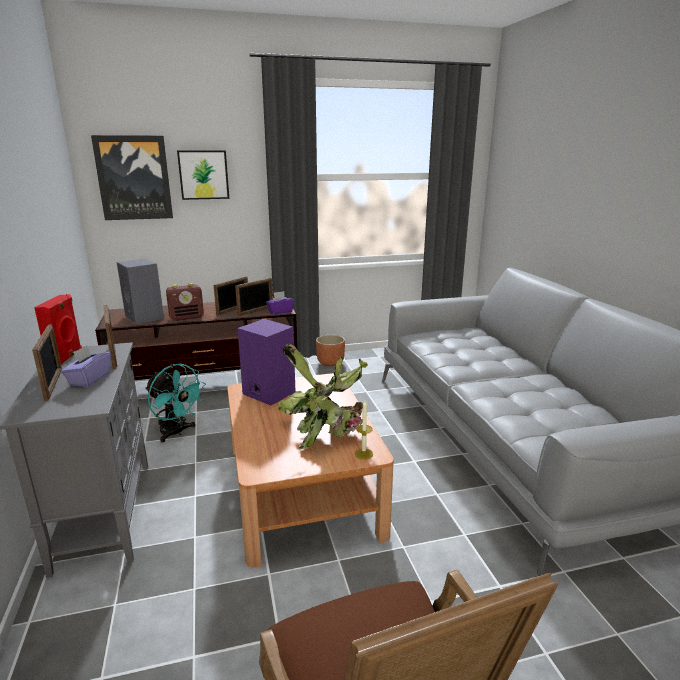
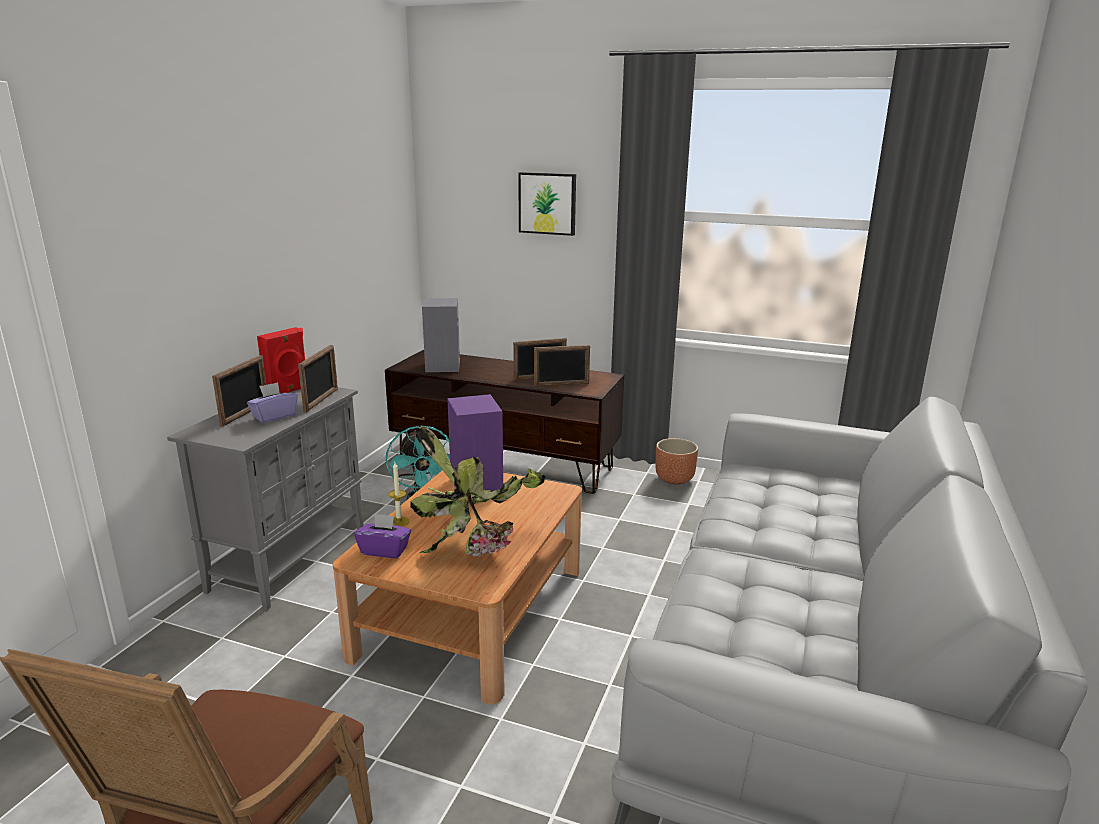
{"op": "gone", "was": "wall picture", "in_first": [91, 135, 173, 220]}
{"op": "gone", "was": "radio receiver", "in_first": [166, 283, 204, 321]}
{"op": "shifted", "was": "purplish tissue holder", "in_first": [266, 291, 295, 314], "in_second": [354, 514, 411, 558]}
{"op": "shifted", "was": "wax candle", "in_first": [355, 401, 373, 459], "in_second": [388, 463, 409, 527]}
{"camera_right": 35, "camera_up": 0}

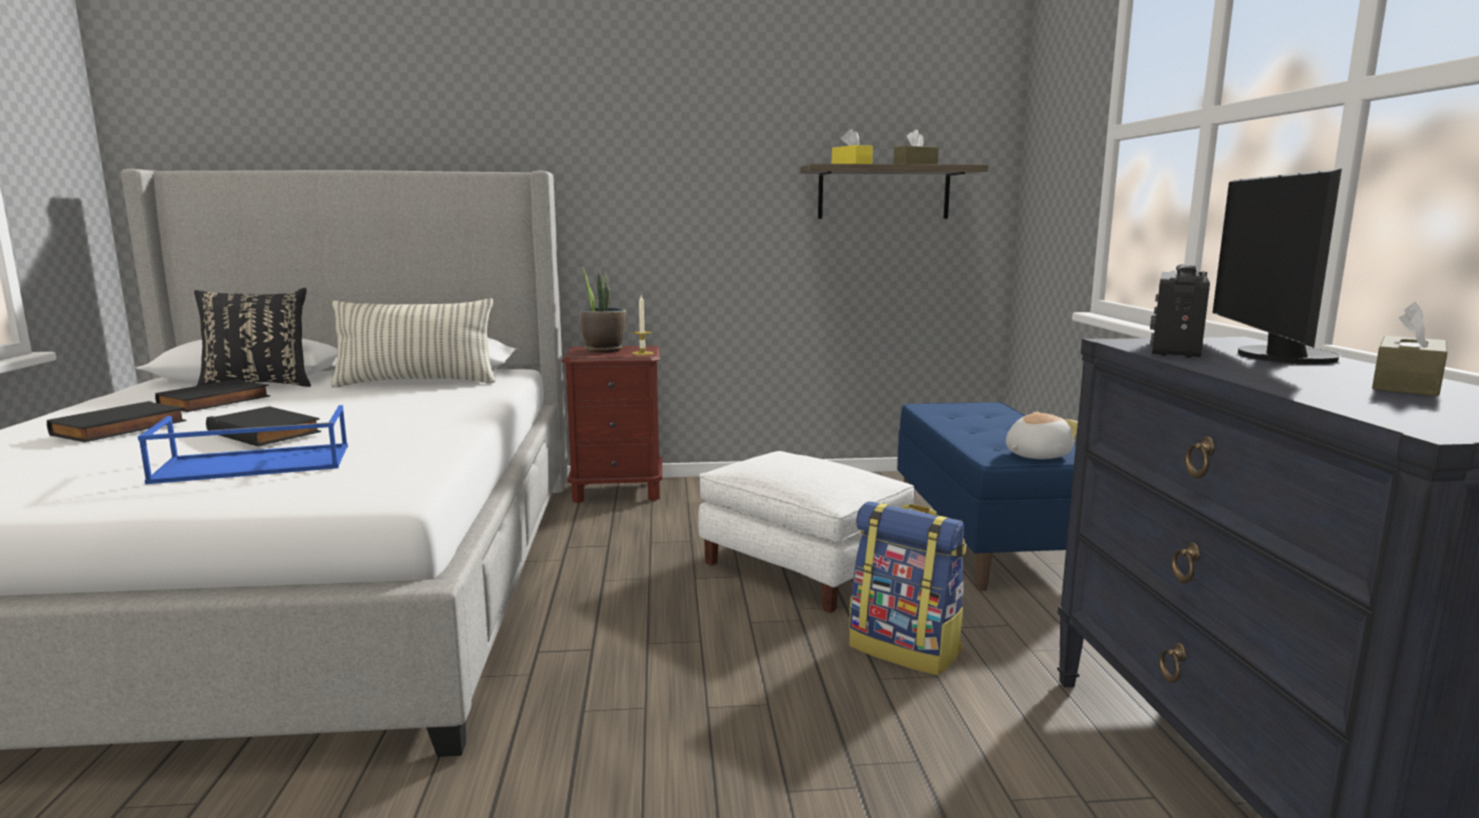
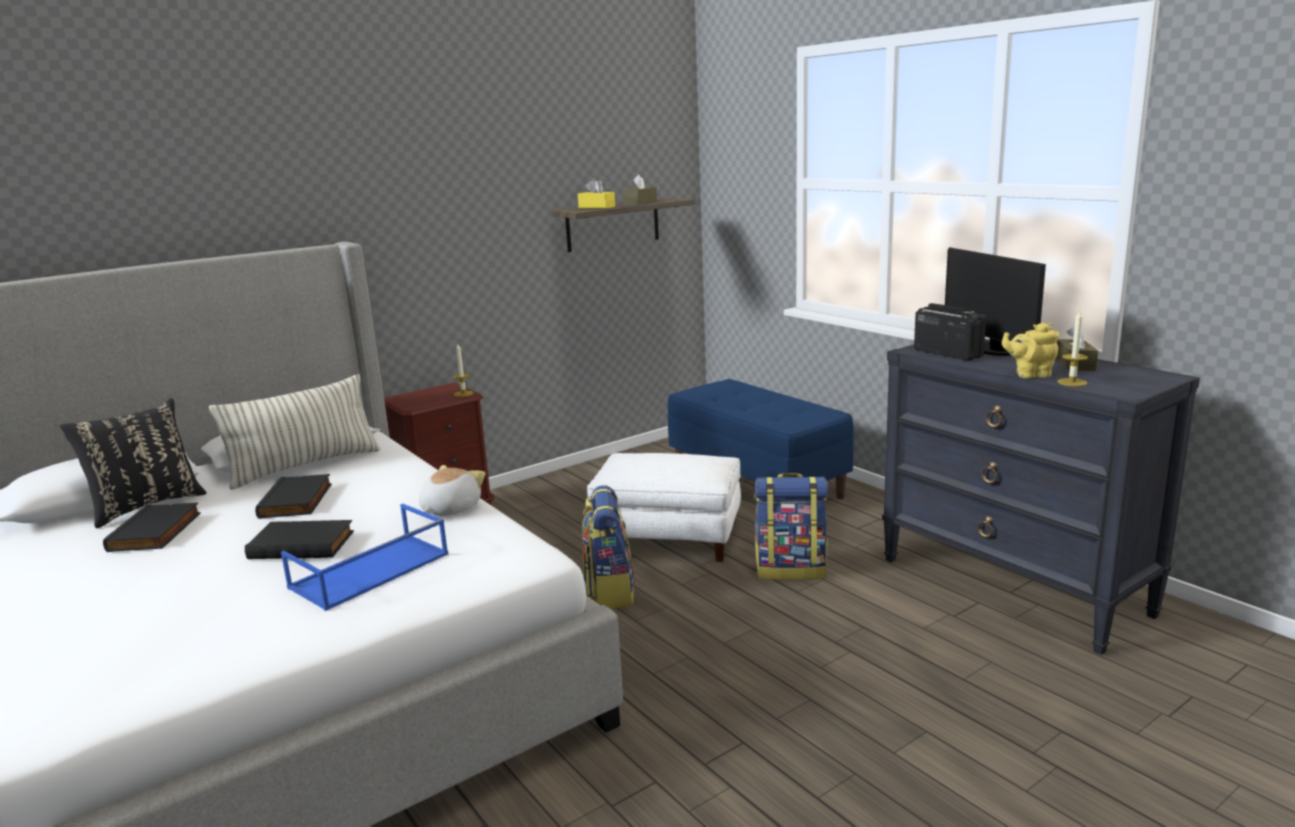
{"op": "shifted", "was": "black-coloured volume", "in_first": [47, 401, 187, 442], "in_second": [255, 474, 332, 519]}
{"op": "gone", "was": "plant in a pot", "in_first": [579, 265, 626, 353]}
{"op": "shifted", "was": "soft toy", "in_first": [1006, 412, 1078, 459], "in_second": [419, 465, 486, 516]}
{"op": "rotated", "was": "radio receiver", "in_first": [1150, 264, 1210, 358], "in_second": [914, 303, 986, 361], "clockwise": 150}
{"op": "new", "now": "rucksack", "in_second": [582, 485, 635, 609]}
{"op": "new", "now": "yellowish teapot", "in_second": [1002, 323, 1059, 378]}
{"op": "new", "now": "wax candle", "in_second": [1057, 310, 1088, 386]}
{"camera_right": -30, "camera_up": 5}

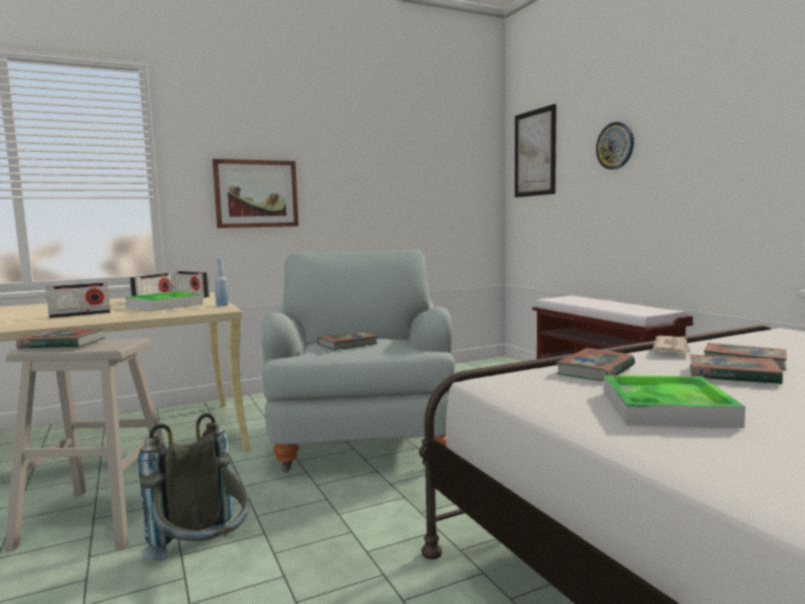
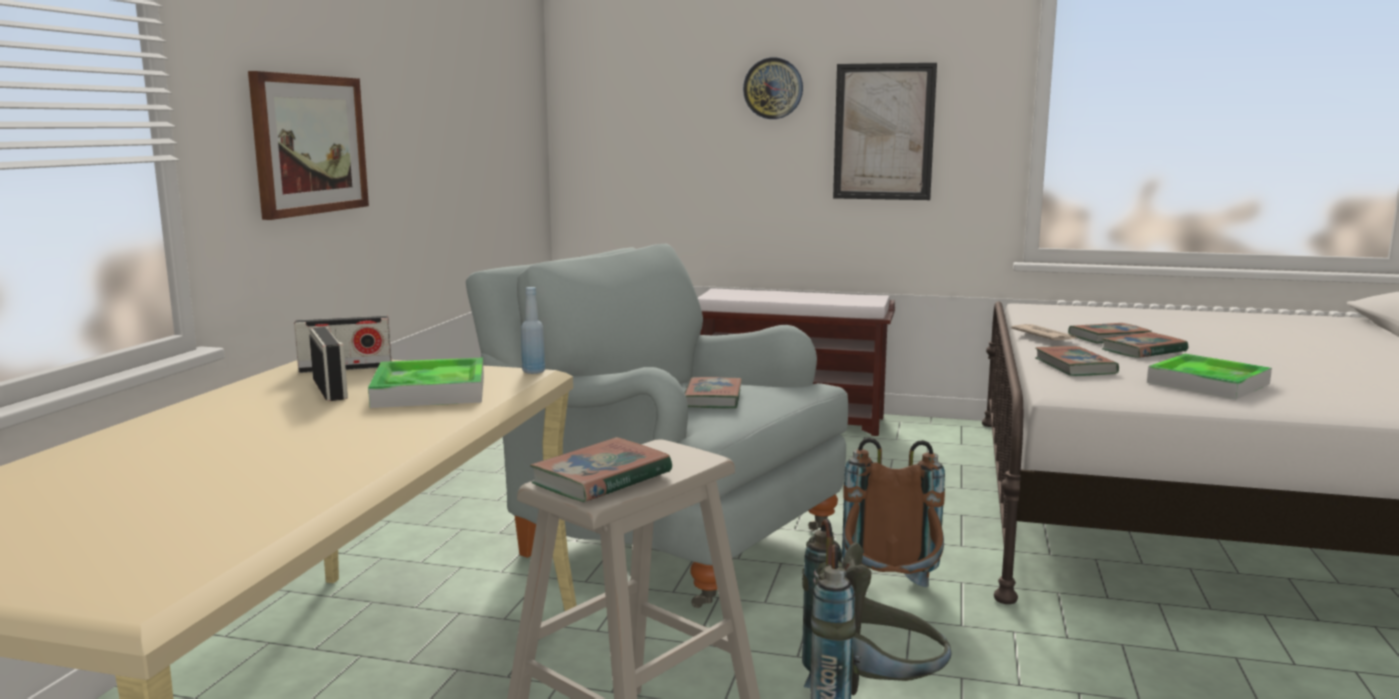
{"op": "gone", "was": "radio receiver", "in_first": [46, 282, 111, 318]}
{"op": "shifted", "was": "wall picture", "in_first": [515, 104, 556, 197], "in_second": [833, 63, 937, 200]}
{"op": "new", "now": "brown rucksack", "in_second": [842, 438, 945, 587]}
{"camera_right": -50, "camera_up": 5}

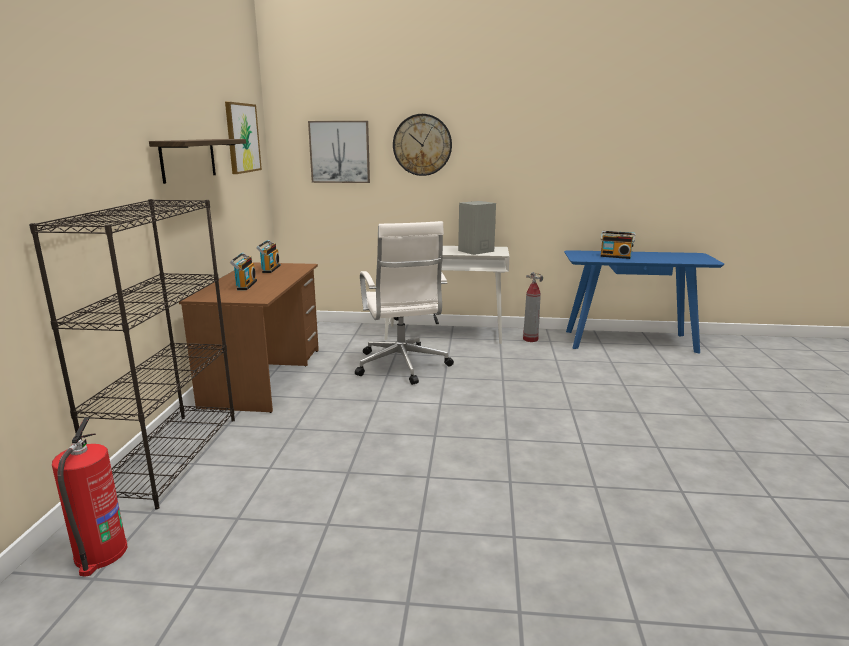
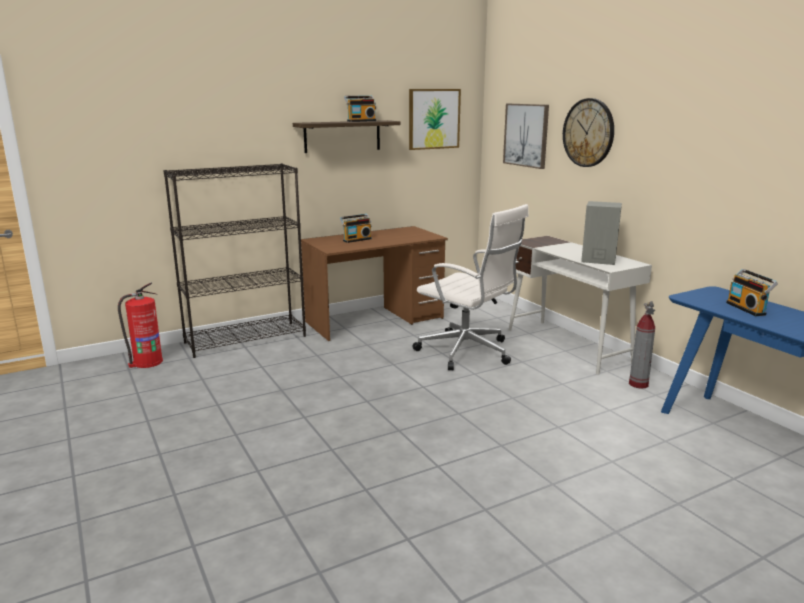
{"op": "shifted", "was": "radio receiver", "in_first": [256, 240, 281, 273], "in_second": [344, 96, 376, 122]}
{"op": "rotated", "was": "white-coloured office chair", "in_first": [355, 221, 454, 385], "in_second": [412, 204, 529, 370], "clockwise": -90}
{"camera_right": 55, "camera_up": 0}

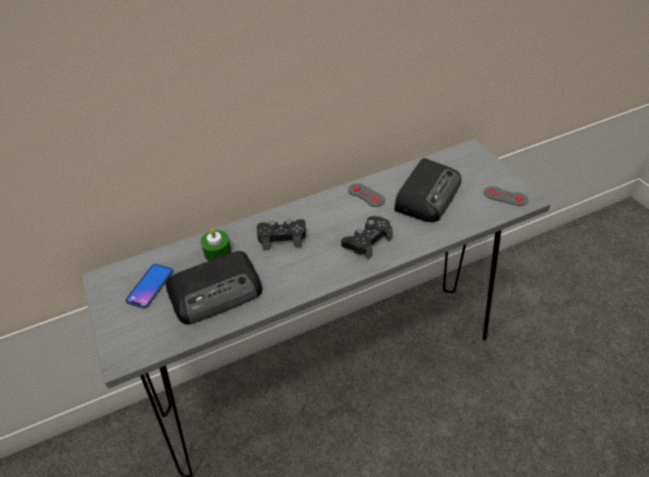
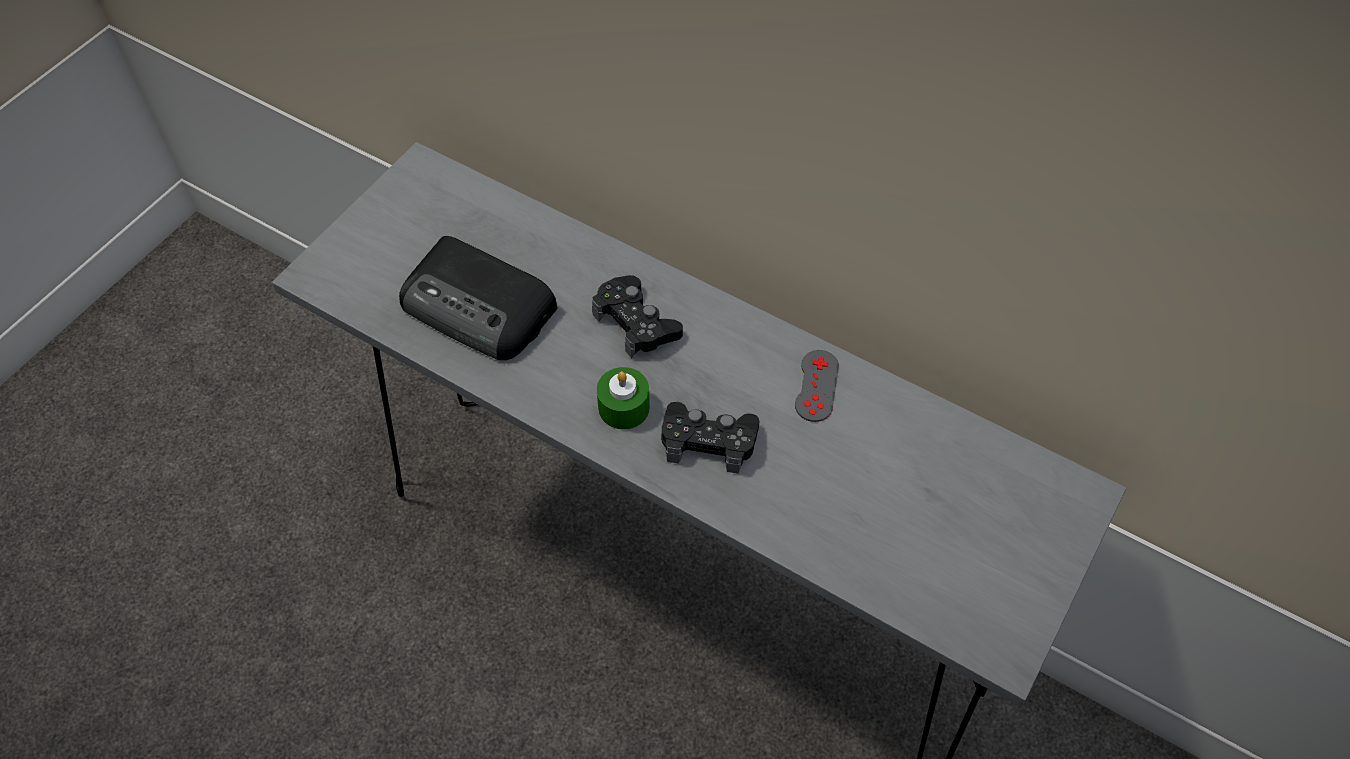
{"op": "gone", "was": "phone", "in_first": [125, 264, 173, 309]}
{"op": "shifted", "was": "green-coloured wax candle", "in_first": [201, 229, 232, 261], "in_second": [597, 367, 650, 429]}
{"op": "gone", "was": "radio receiver", "in_first": [394, 158, 461, 222]}
{"op": "gone", "was": "greyish gamepad", "in_first": [484, 186, 528, 206]}
{"camera_right": 55, "camera_up": 10}

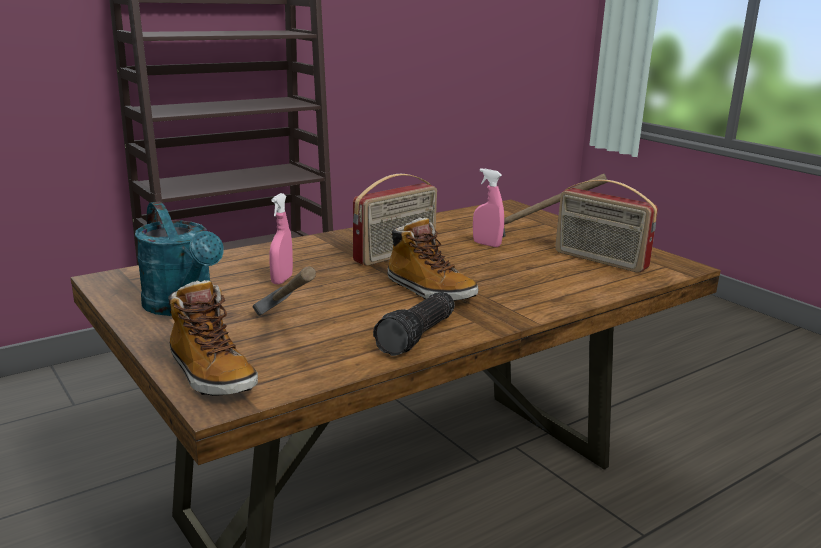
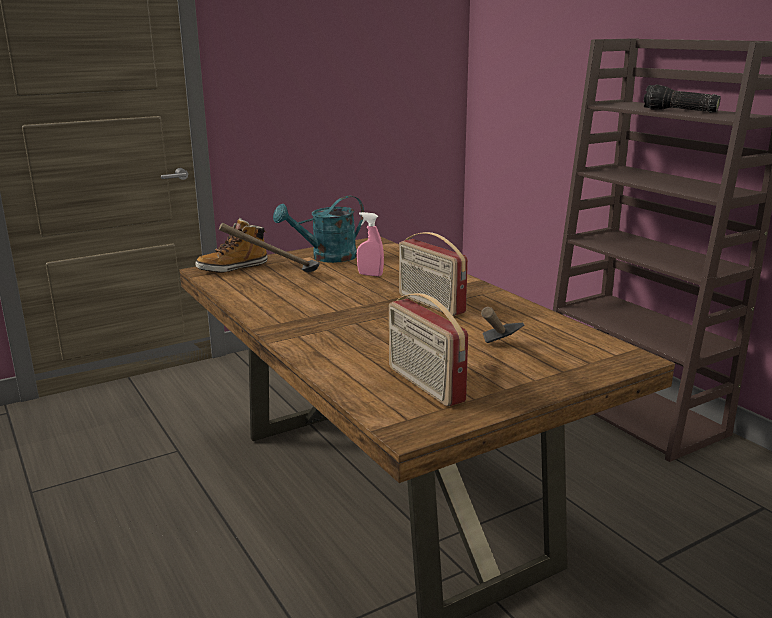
{"op": "shifted", "was": "hand torch", "in_first": [373, 292, 454, 356], "in_second": [644, 84, 721, 113]}
{"op": "gone", "was": "tall boot", "in_first": [387, 218, 479, 301]}
{"op": "gone", "was": "pinkish hand sprayer", "in_first": [473, 168, 504, 247]}
{"op": "rotated", "was": "radio receiver", "in_first": [555, 179, 658, 273], "in_second": [389, 293, 468, 406], "clockwise": -75}
{"camera_right": 95, "camera_up": 0}

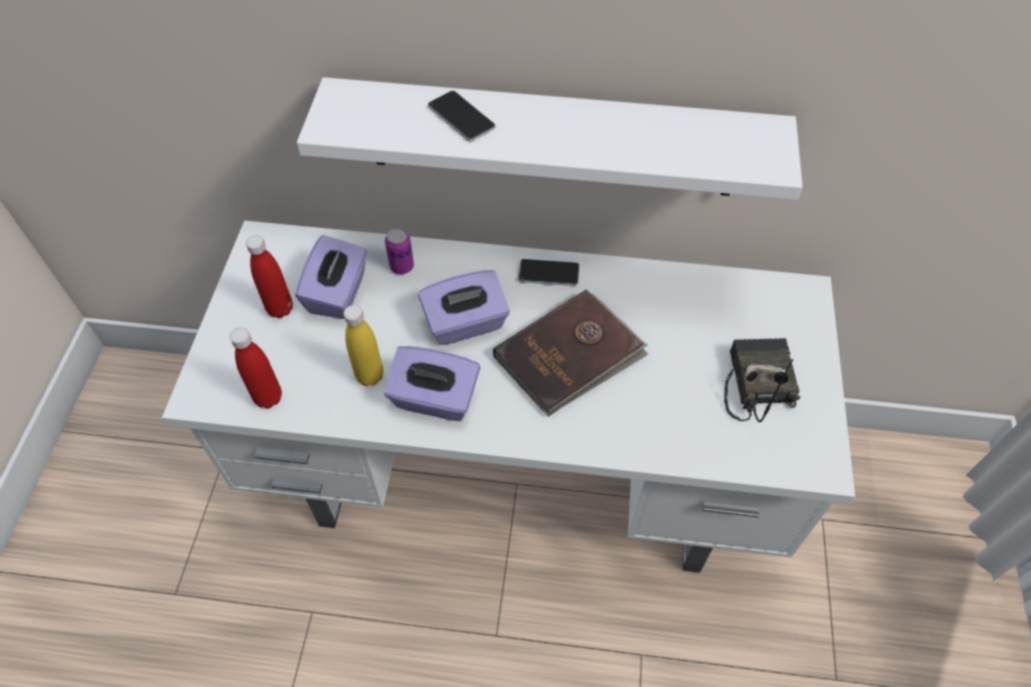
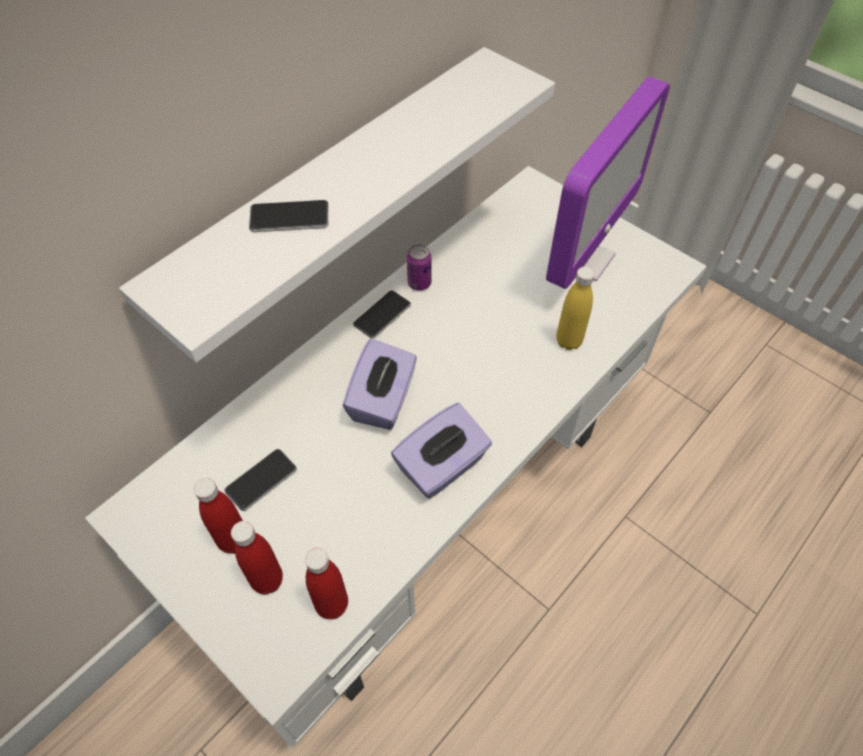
{"op": "swapped", "was": "purplish tissue holder", "now": "phone", "in_first": [295, 235, 367, 319], "in_second": [224, 449, 297, 511]}
{"op": "shifted", "was": "yellowish bottle", "in_first": [344, 305, 383, 386], "in_second": [556, 267, 595, 350]}
{"op": "shifted", "was": "metal can", "in_first": [385, 228, 414, 274], "in_second": [407, 244, 431, 291]}
{"op": "gone", "was": "brown volume", "in_first": [493, 289, 648, 417]}
{"op": "swapped", "was": "radio receiver", "now": "monitor", "in_first": [724, 338, 800, 422], "in_second": [546, 77, 670, 289]}
{"op": "new", "now": "red bottle", "in_second": [231, 521, 283, 595]}
{"camera_right": -55, "camera_up": 0}

